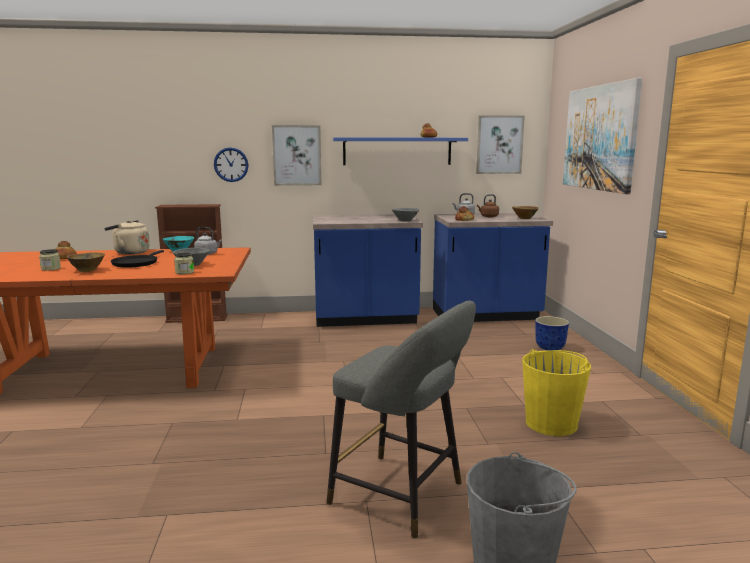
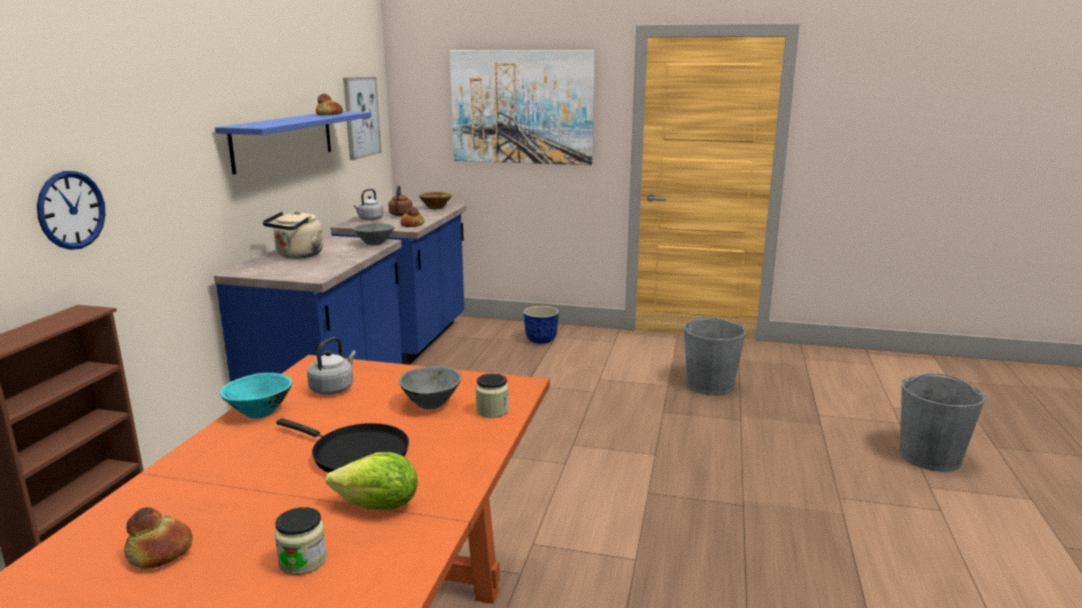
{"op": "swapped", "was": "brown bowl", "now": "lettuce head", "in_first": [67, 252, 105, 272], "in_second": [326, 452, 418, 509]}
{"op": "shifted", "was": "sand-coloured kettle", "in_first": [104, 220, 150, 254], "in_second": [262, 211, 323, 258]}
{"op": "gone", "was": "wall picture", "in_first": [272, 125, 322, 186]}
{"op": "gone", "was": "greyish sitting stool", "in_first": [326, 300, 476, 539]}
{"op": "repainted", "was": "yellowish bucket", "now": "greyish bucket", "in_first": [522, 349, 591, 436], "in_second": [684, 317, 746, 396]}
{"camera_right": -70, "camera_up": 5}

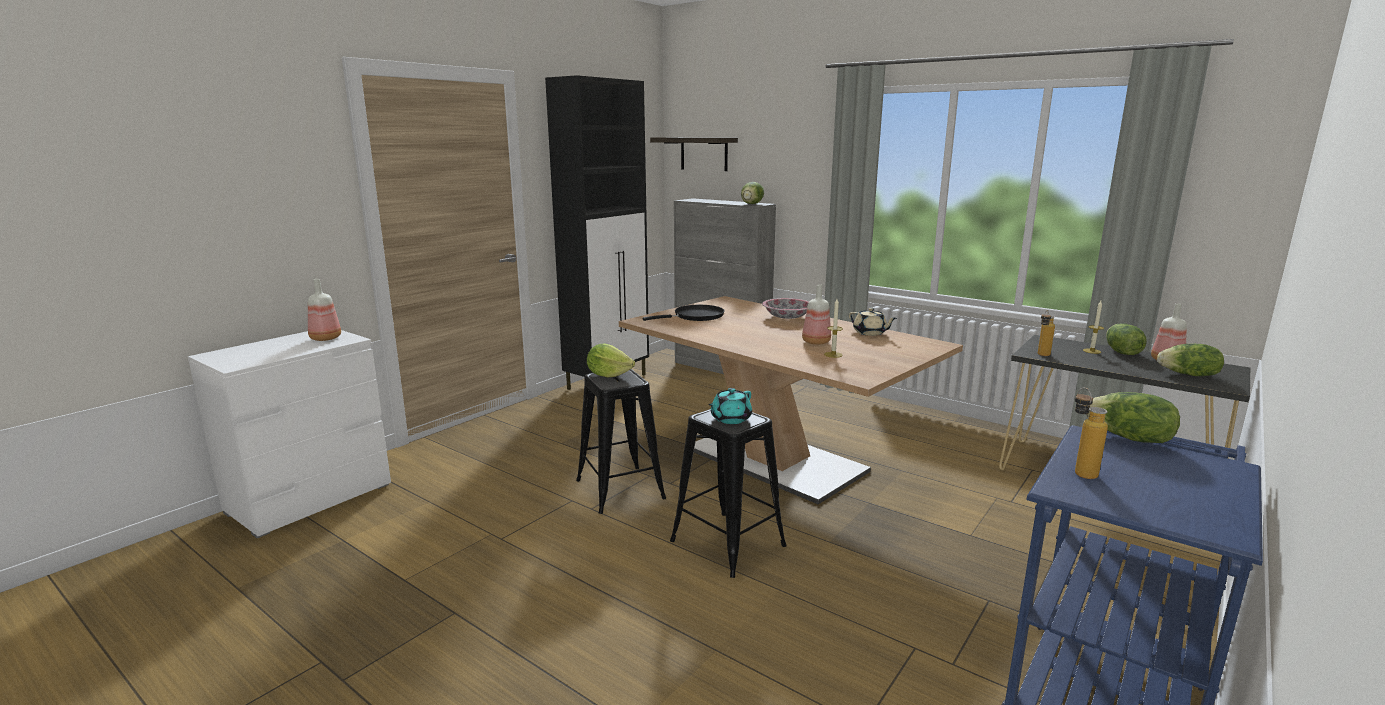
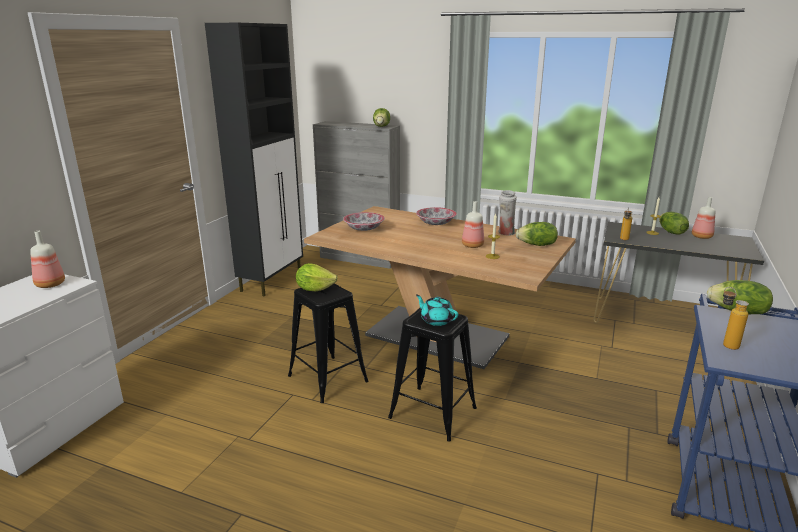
{"op": "swapped", "was": "black-coloured frying pan", "now": "bowl", "in_first": [642, 305, 725, 321], "in_second": [343, 212, 385, 231]}
{"op": "gone", "was": "bracket shelf", "in_first": [650, 137, 738, 171]}
{"op": "rotated", "was": "blue-green teapot", "in_first": [708, 388, 752, 424], "in_second": [416, 295, 458, 326], "clockwise": 105}
{"op": "swapped", "was": "sand-coloured teapot", "now": "white-coloured vase", "in_first": [849, 308, 897, 336], "in_second": [498, 190, 517, 235]}
{"op": "shifted", "was": "lettuce head", "in_first": [1157, 344, 1224, 376], "in_second": [516, 222, 558, 246]}
{"camera_right": -15, "camera_up": 5}

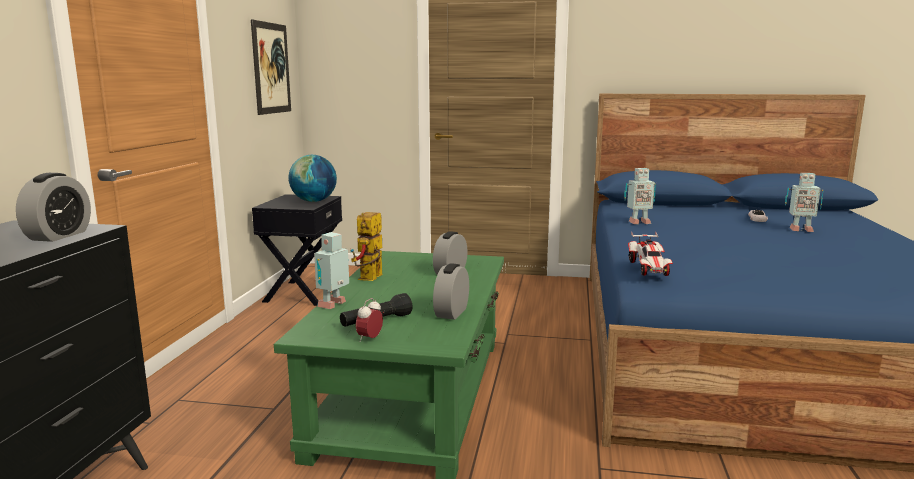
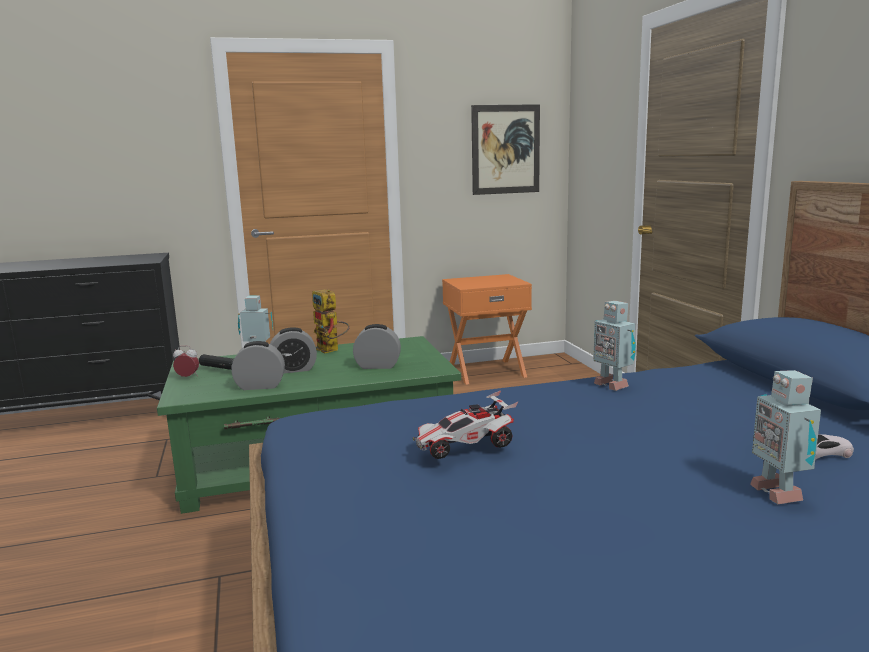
{"op": "shifted", "was": "bedside clock", "in_first": [16, 173, 91, 242], "in_second": [270, 327, 317, 373]}
{"op": "repainted", "was": "black-coloured night table", "now": "orange night table", "in_first": [252, 194, 342, 306], "in_second": [442, 274, 532, 385]}
{"op": "gone", "was": "world globe", "in_first": [289, 155, 337, 202]}
{"op": "rotated", "was": "model robot", "in_first": [351, 212, 383, 281], "in_second": [312, 289, 350, 353], "clockwise": -120}
{"op": "shifted", "was": "model car", "in_first": [628, 231, 673, 276], "in_second": [413, 391, 518, 459]}
{"camera_right": 65, "camera_up": 0}

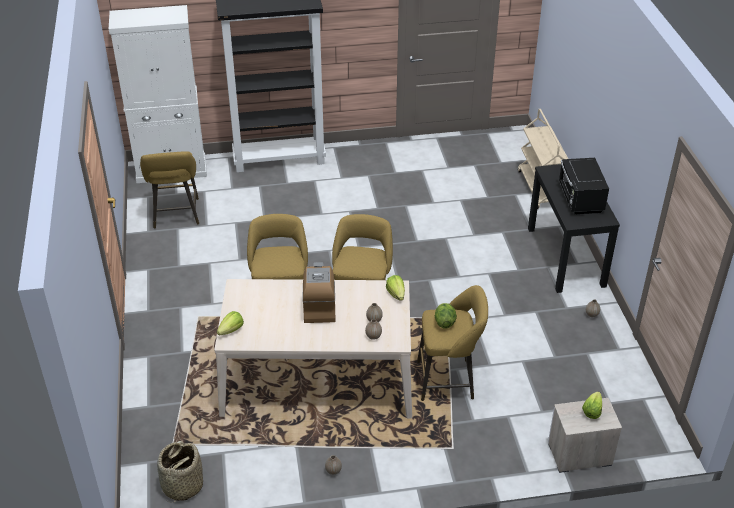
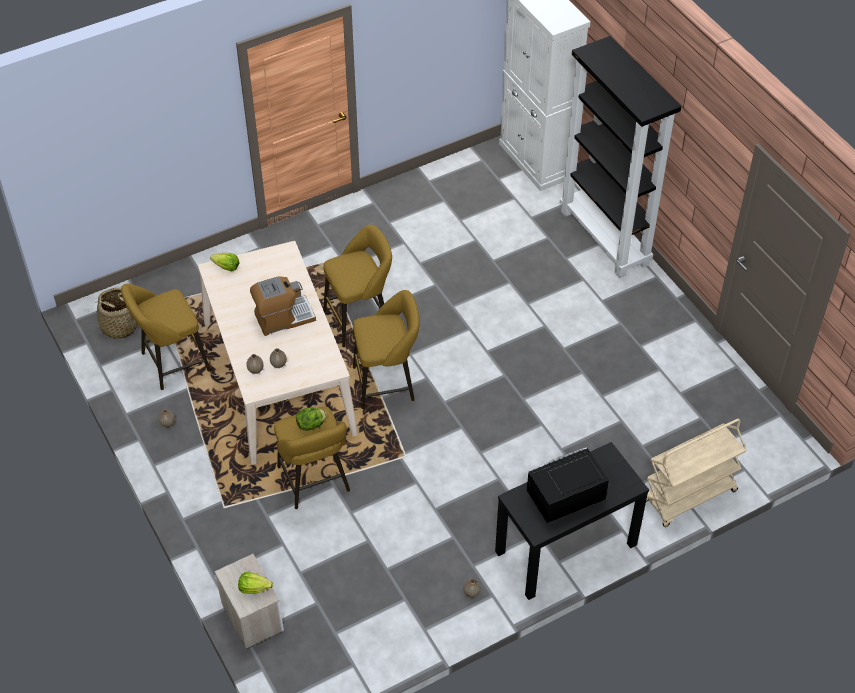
{"op": "shifted", "was": "yellowish sitting stool", "in_first": [140, 151, 199, 229], "in_second": [121, 284, 210, 390]}
{"op": "gone", "was": "lettuce head", "in_first": [386, 275, 405, 301]}
{"camera_right": 70, "camera_up": 10}

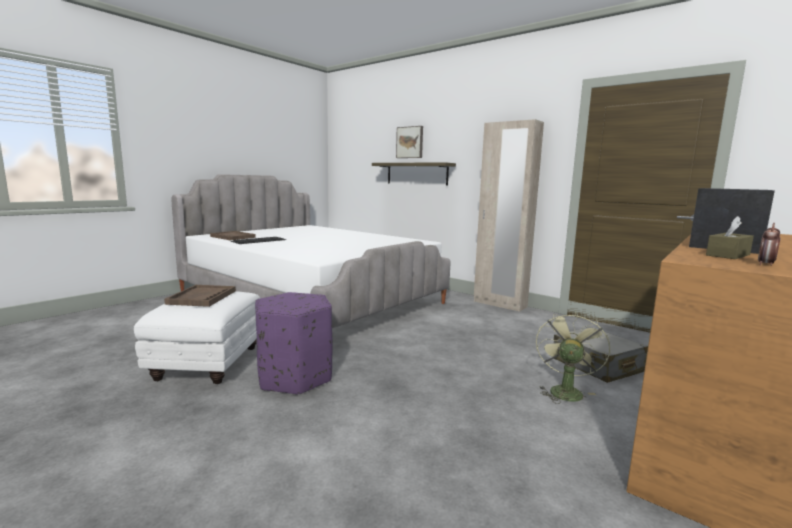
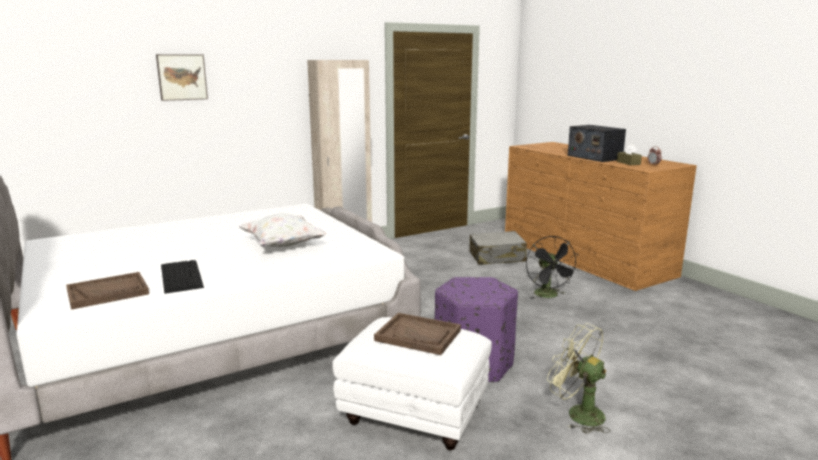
{"op": "gone", "was": "bracket shelf", "in_first": [372, 162, 456, 186]}
{"op": "shifted", "was": "green-coloured fan", "in_first": [536, 311, 610, 404], "in_second": [547, 323, 610, 434]}
{"op": "new", "now": "white-coloured throw pillow", "in_second": [239, 213, 326, 247]}
{"op": "new", "now": "black-coloured fan", "in_second": [526, 236, 579, 299]}
{"camera_right": -70, "camera_up": 5}

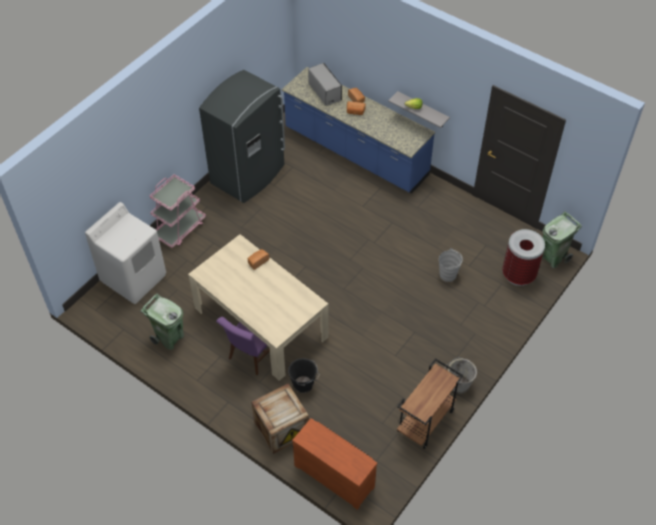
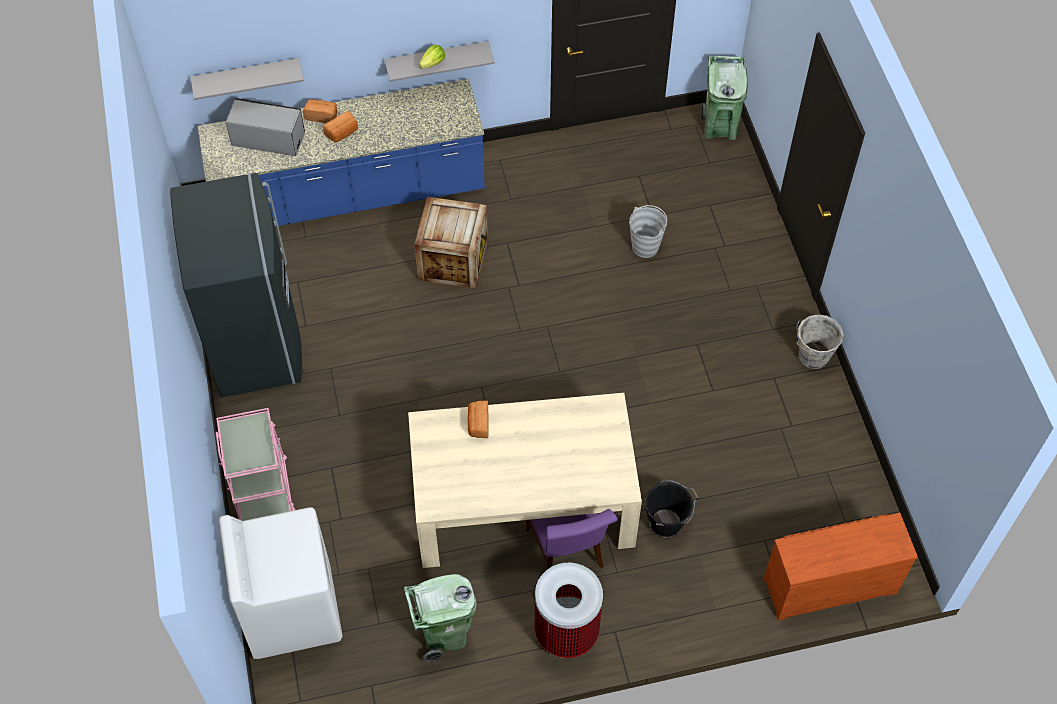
{"op": "shifted", "was": "packing crate", "in_first": [251, 384, 309, 454], "in_second": [414, 197, 488, 289]}
{"op": "gone", "was": "brown trolley", "in_first": [397, 358, 464, 449]}
{"op": "shifted", "was": "rubbish bin", "in_first": [502, 229, 545, 286], "in_second": [535, 563, 603, 658]}
{"op": "new", "now": "greyish bracket shelf", "in_second": [190, 58, 304, 100]}
{"camera_right": -50, "camera_up": 5}

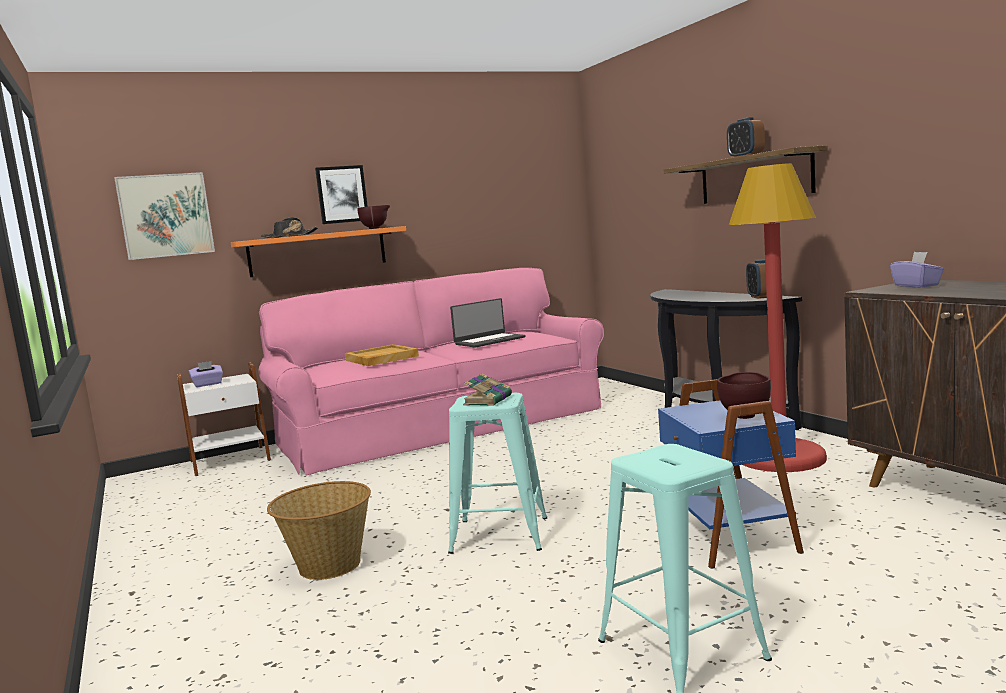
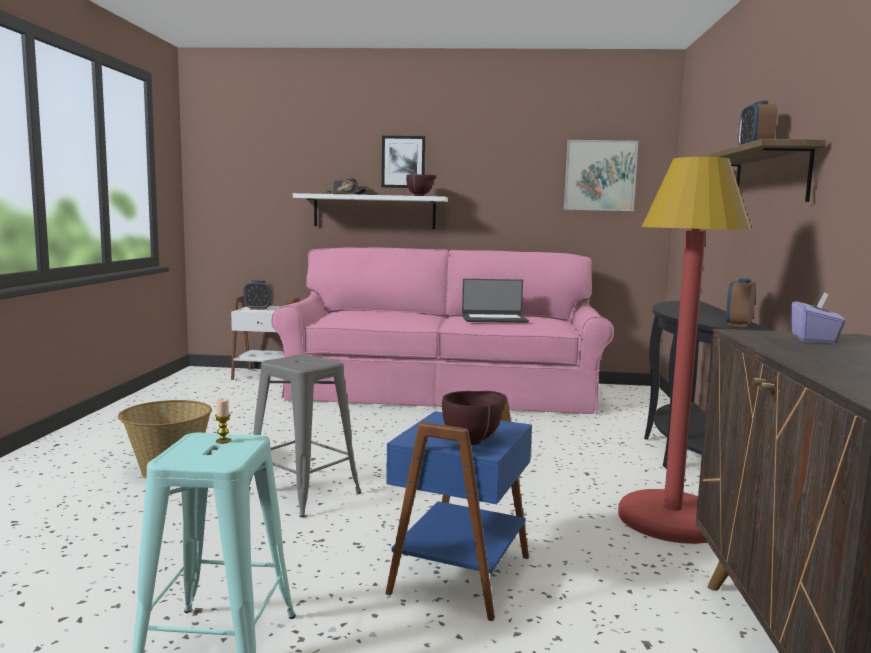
{"op": "shifted", "was": "wall picture", "in_first": [114, 172, 215, 260], "in_second": [564, 140, 638, 211]}
{"op": "swapped", "was": "purplish tissue holder", "now": "bedside clock", "in_first": [189, 361, 223, 387], "in_second": [243, 280, 274, 310]}
{"op": "repainted", "was": "orange bracket shelf", "now": "white-coloured bracket shelf", "in_first": [231, 226, 406, 277], "in_second": [293, 193, 448, 229]}
{"op": "gone", "was": "sand-coloured carrying tray", "in_first": [345, 344, 419, 366]}
{"op": "repainted", "was": "blue-green sitting stool", "now": "greyish sitting stool", "in_first": [448, 393, 547, 554], "in_second": [249, 354, 361, 517]}
{"op": "gone", "was": "volume", "in_first": [463, 373, 512, 406]}
{"op": "new", "now": "wax candle", "in_second": [215, 398, 231, 444]}
{"camera_right": 30, "camera_up": 0}

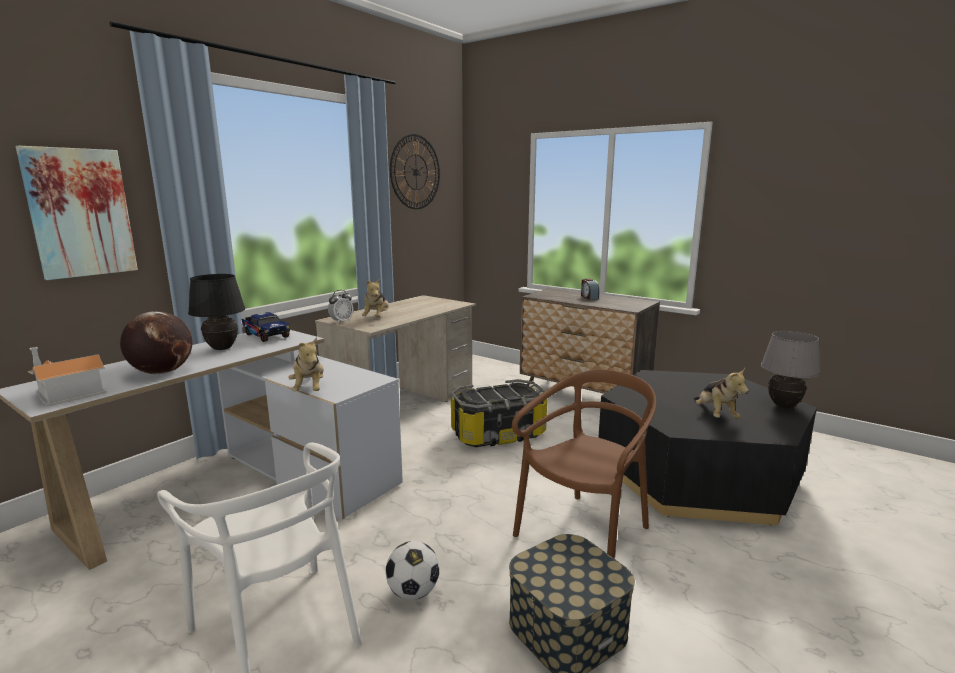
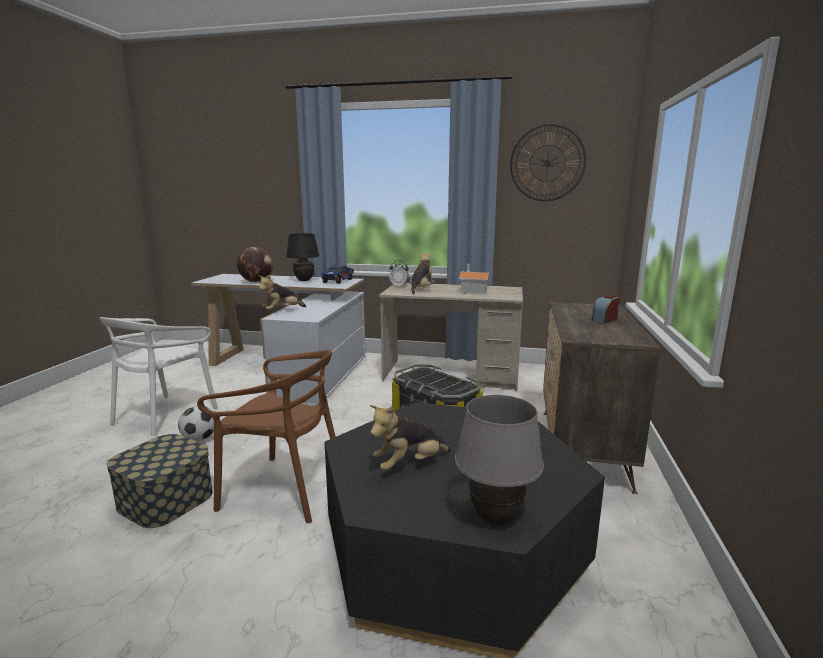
{"op": "gone", "was": "wall picture", "in_first": [16, 146, 138, 280]}
{"op": "shifted", "was": "model house", "in_first": [28, 347, 107, 406], "in_second": [459, 264, 490, 294]}
{"op": "rotated", "was": "soft toy", "in_first": [362, 278, 389, 317], "in_second": [410, 252, 435, 295], "clockwise": 135}
{"camera_right": 65, "camera_up": 0}

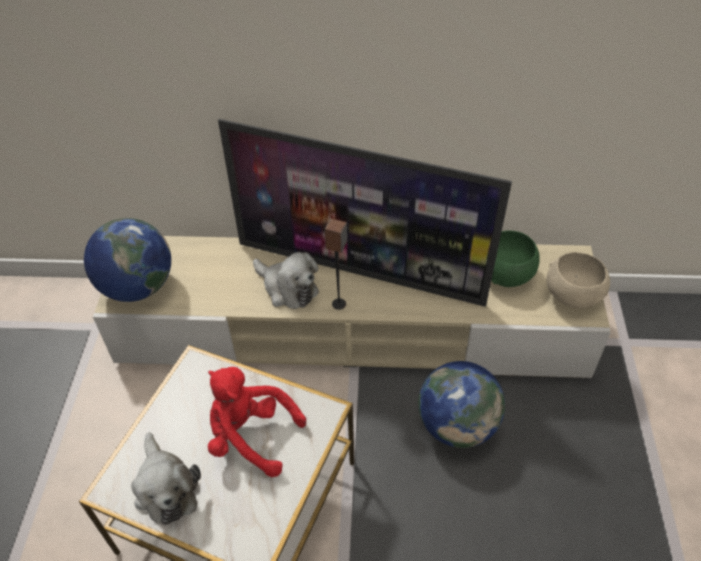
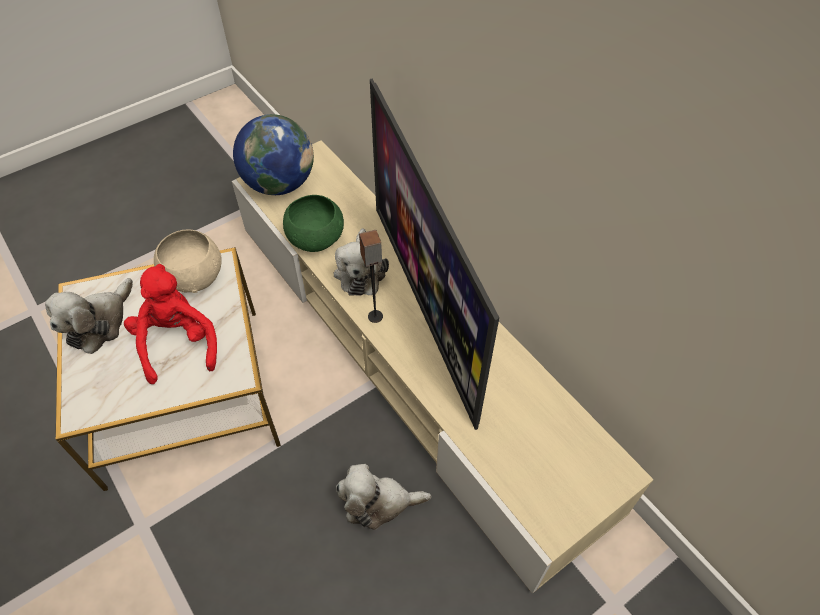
{"op": "swapped", "was": "world globe", "now": "soft toy", "in_first": [418, 361, 505, 448], "in_second": [336, 464, 431, 530]}
{"op": "shifted", "was": "green-coloured bowl", "in_first": [491, 230, 540, 287], "in_second": [283, 195, 344, 252]}
{"op": "shifted", "was": "sand-coloured bowl", "in_first": [546, 252, 610, 309], "in_second": [154, 229, 222, 293]}
{"camera_right": 50, "camera_up": 5}

